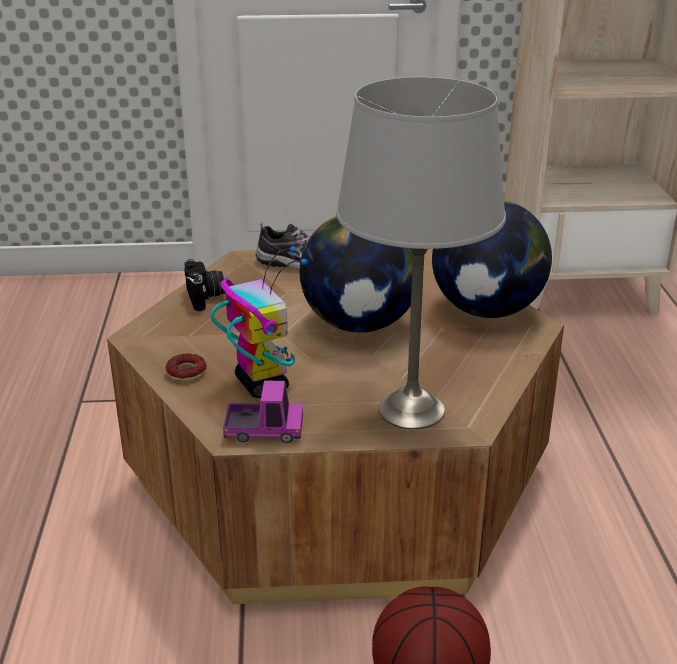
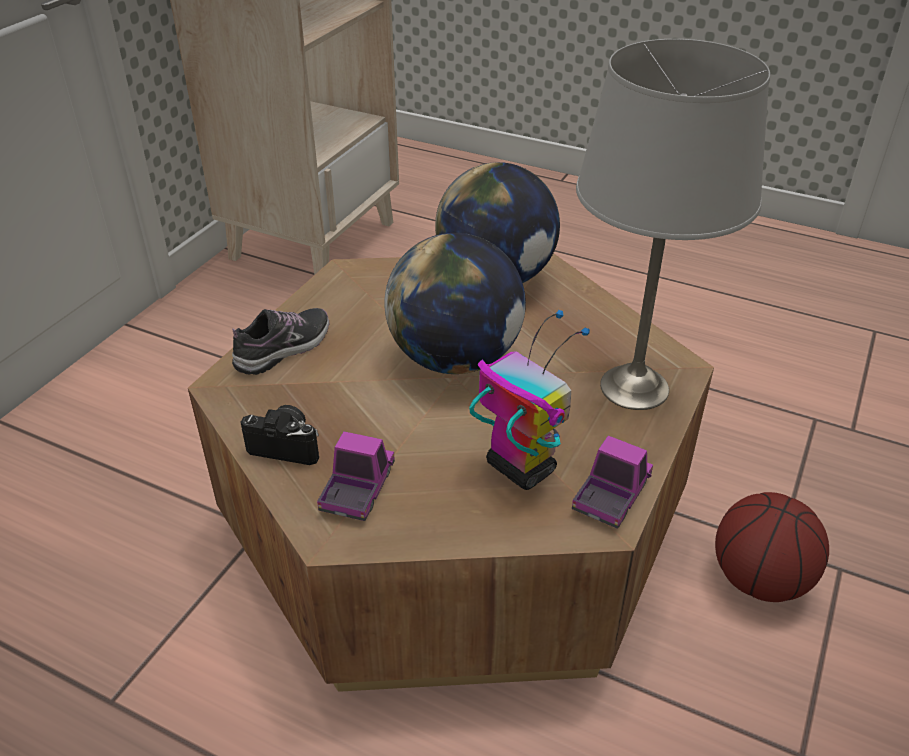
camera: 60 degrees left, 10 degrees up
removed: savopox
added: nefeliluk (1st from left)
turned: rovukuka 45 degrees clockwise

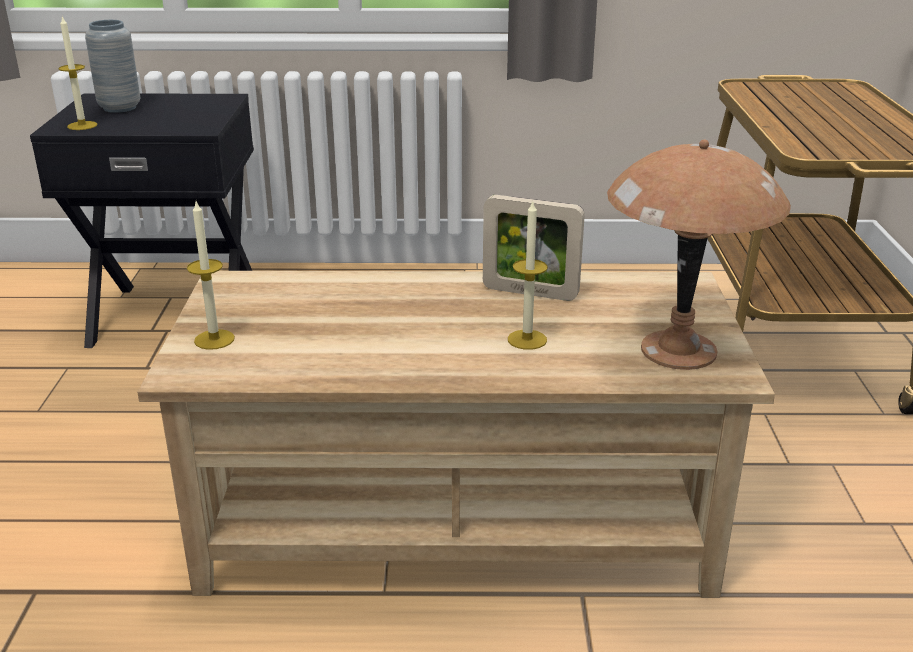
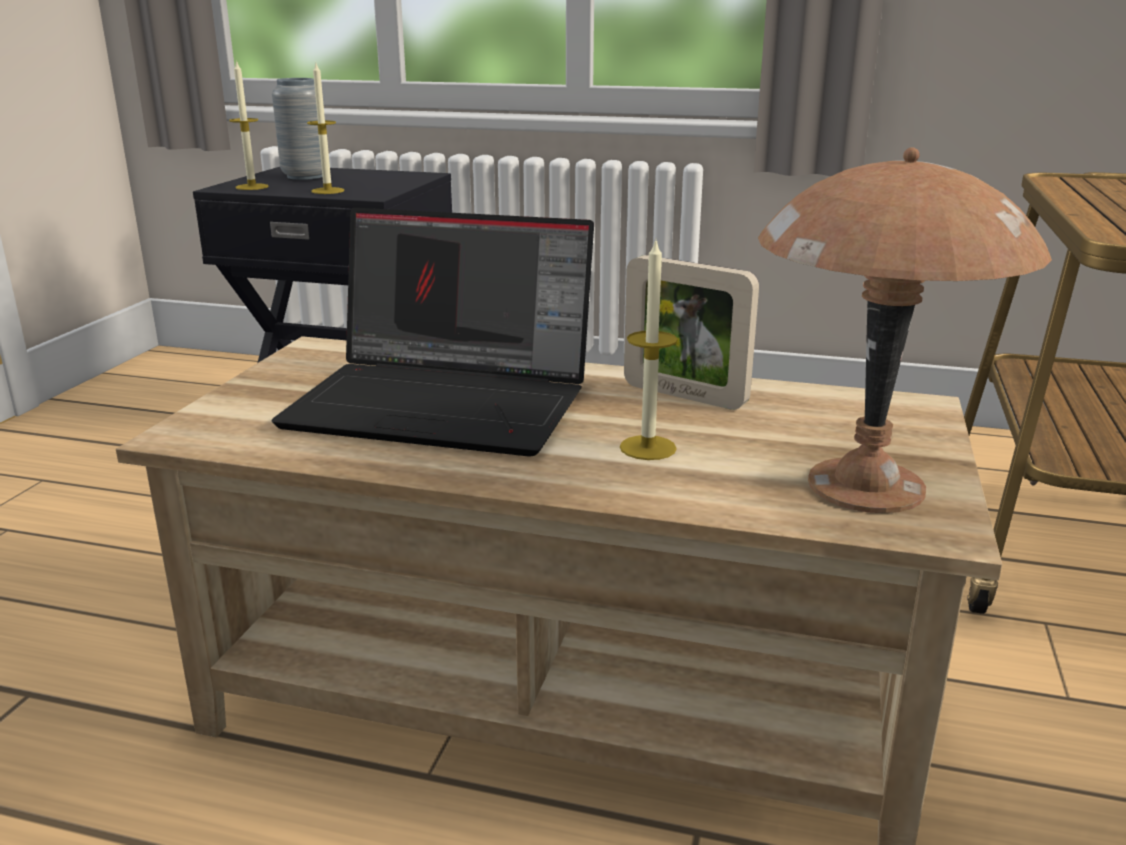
camera: 15 degrees right, 5 degrees down
added: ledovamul
moved: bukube (2nd from left)

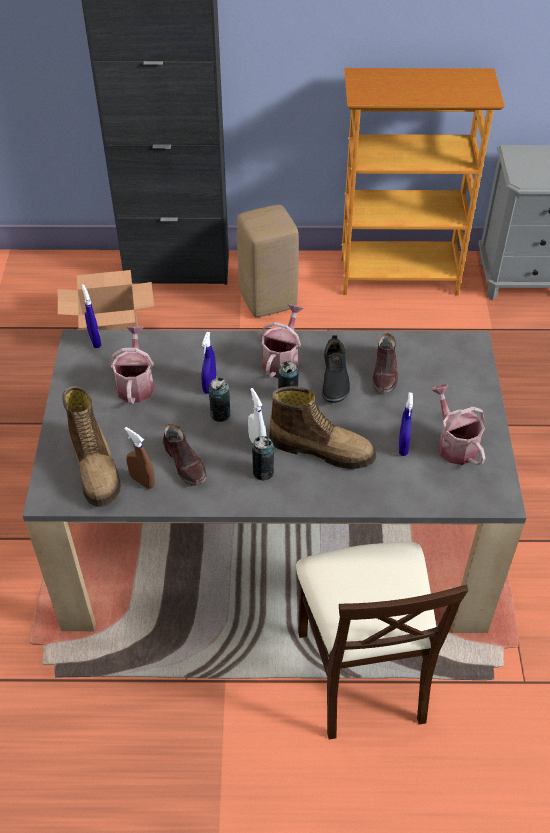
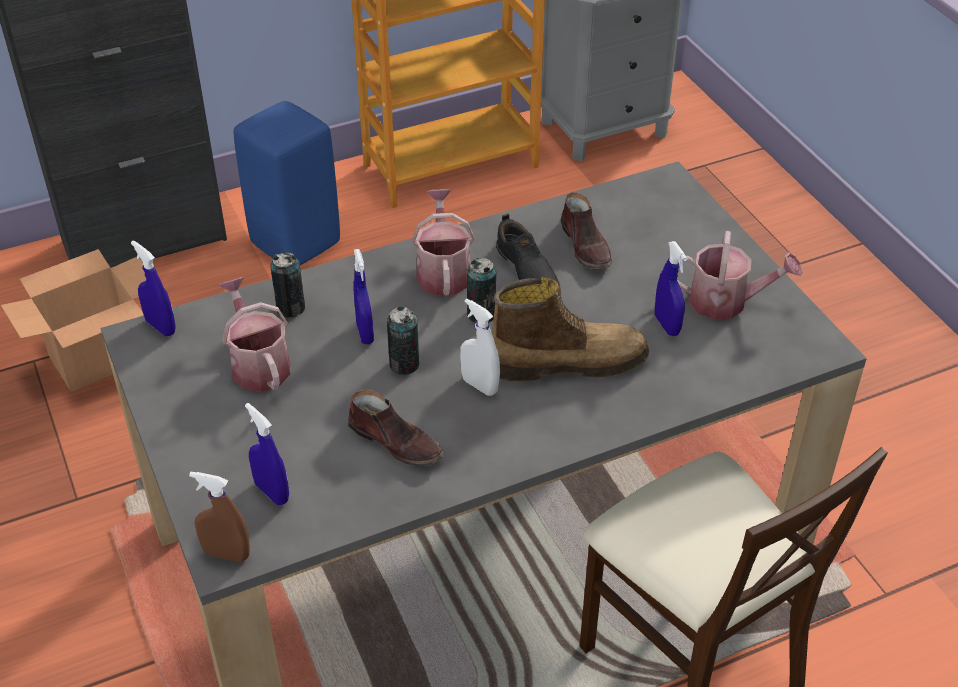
camera: 25 degrees left, 5 degrees down
moved: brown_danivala; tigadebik (2nd from left in the first image) to tigadebik (1st from left)
replaced: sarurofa (1st from left) to blue_danivala (2nd from left)
recoloured: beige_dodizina to blue_dodizina
turned: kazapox (3rd from left) 150 degrees clockwise

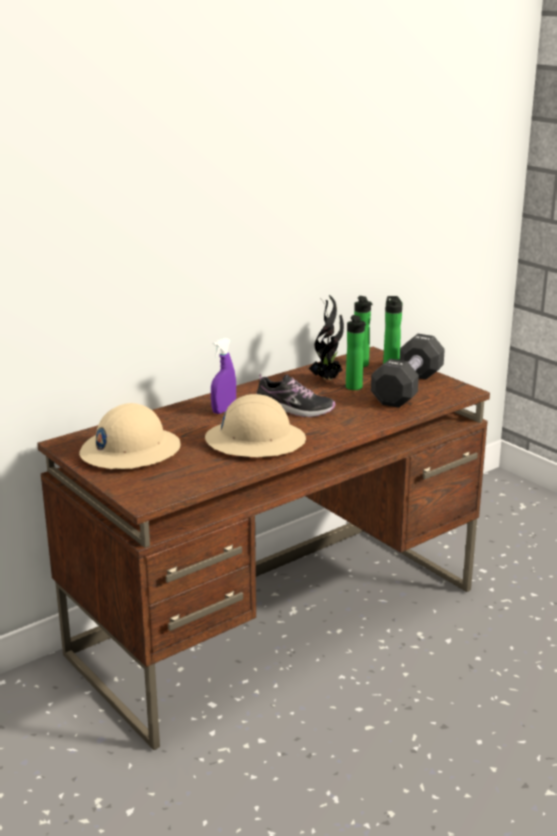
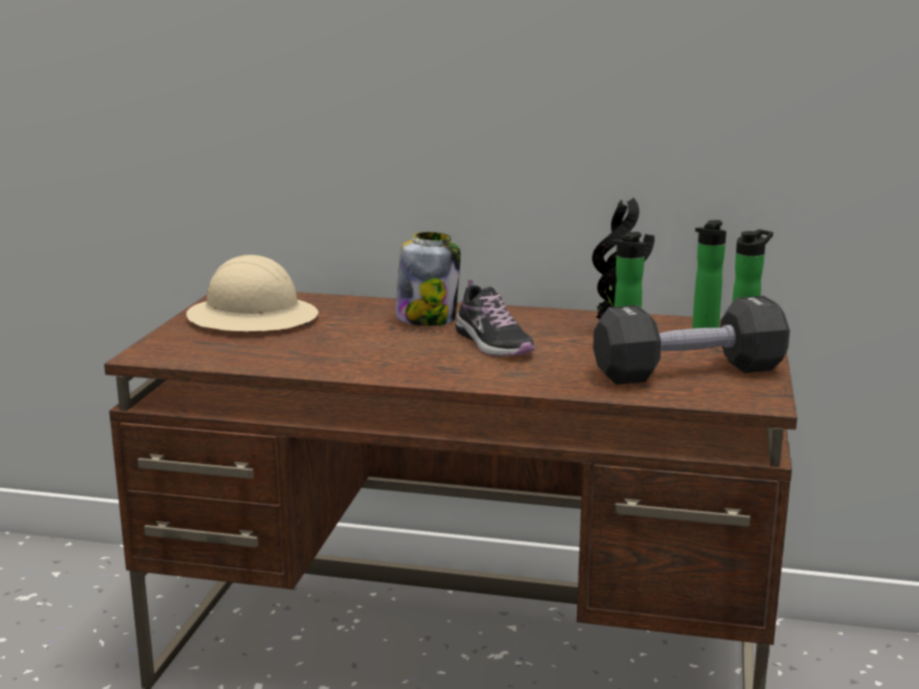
camera: 50 degrees right, 5 degrees down
removed: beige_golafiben (2nd from left)
replaced: purple_danivala to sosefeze

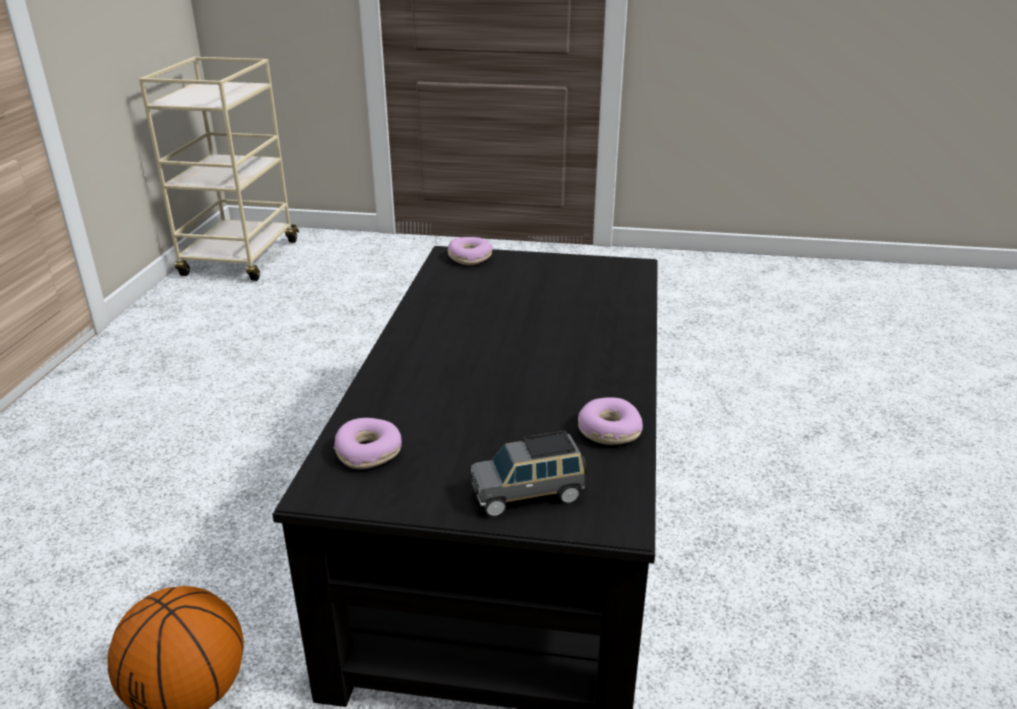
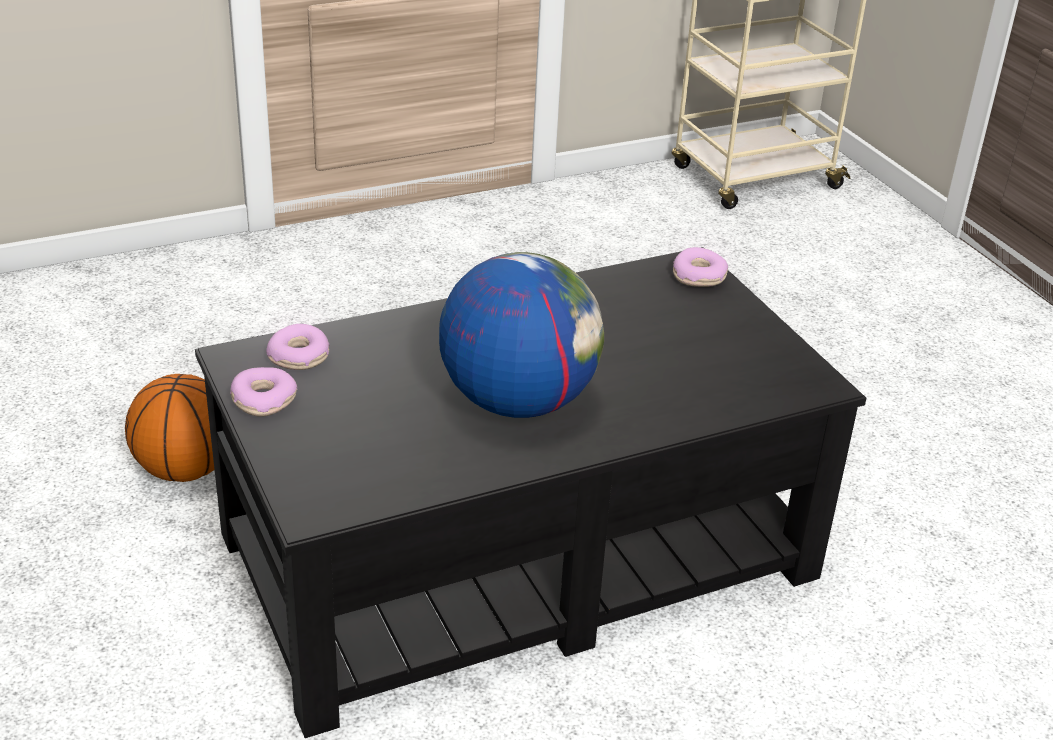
camera: 55 degrees right, 5 degrees up
removed: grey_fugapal
added: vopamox
moved: savopox (3rd from left in the first image) to savopox (1st from left)

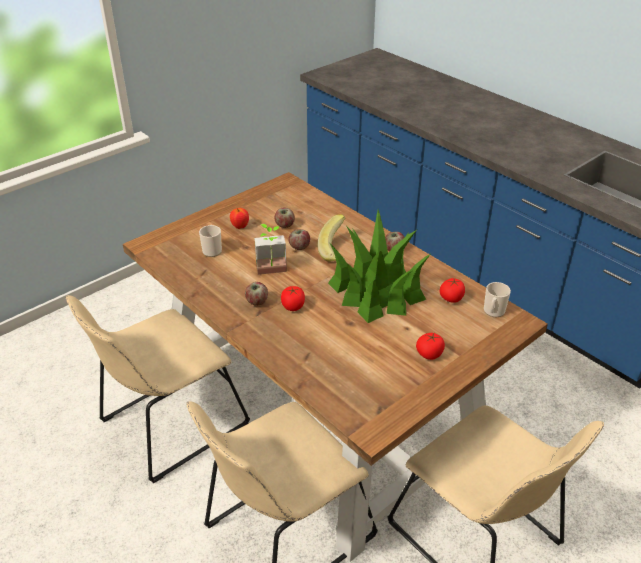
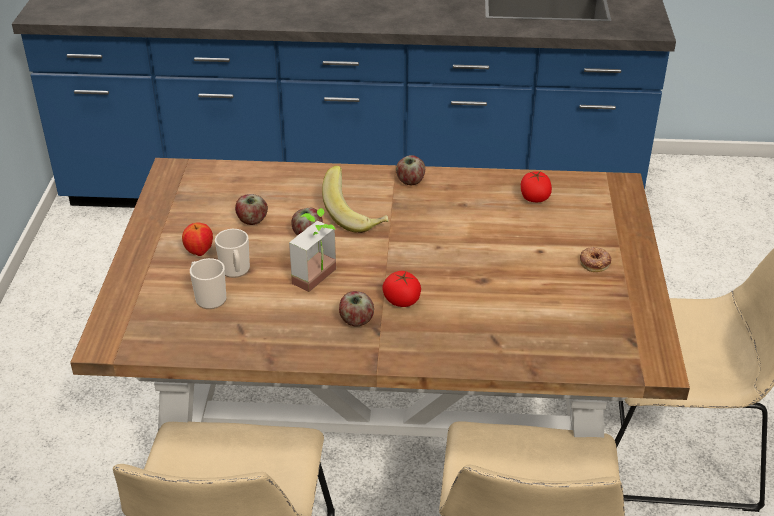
camera: 45 degrees left, 0 degrees up
removed: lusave (2nd from left)
moved: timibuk (2nd from left)
replaced: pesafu (2nd from left) to savopox

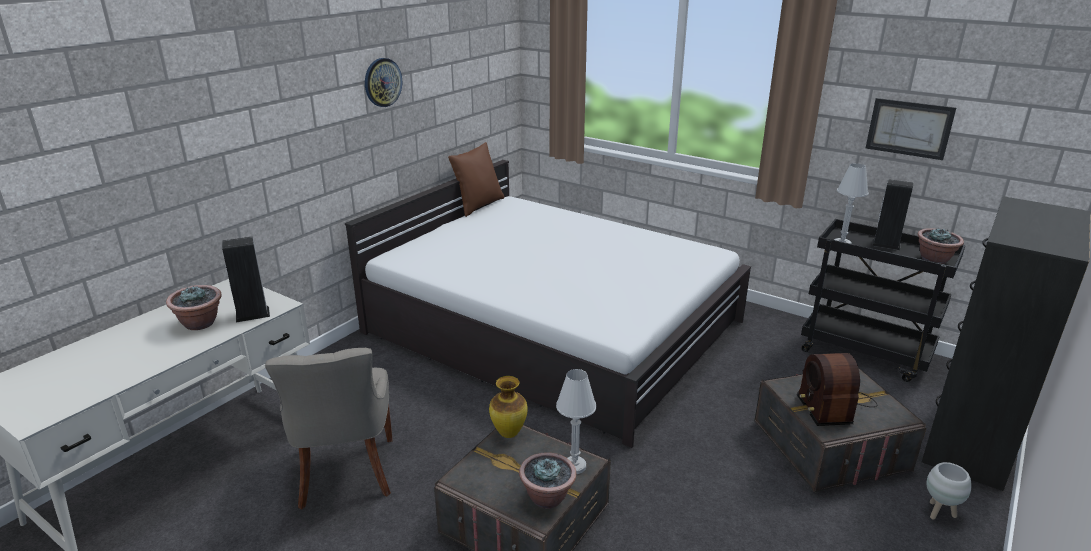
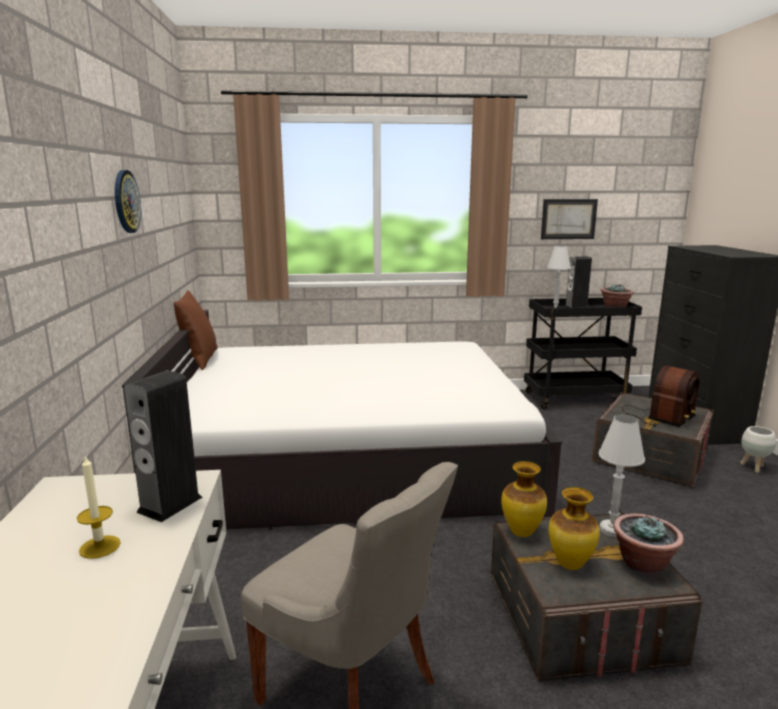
camera: 40 degrees left, 10 degrees down
added: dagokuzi (2nd from left)
replaced: lusave (1st from left) to bukube
turned: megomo 90 degrees counterclockwise

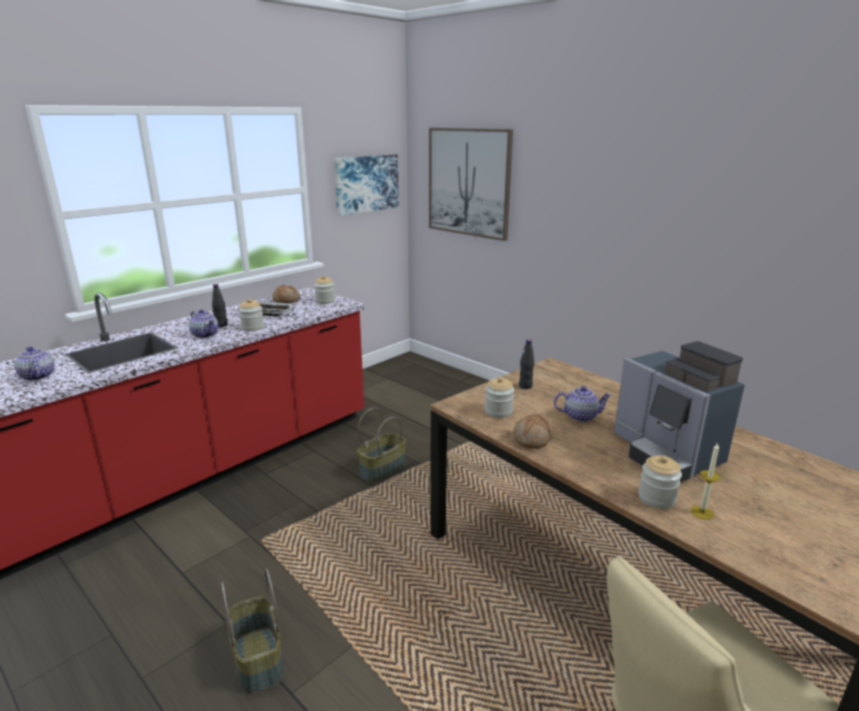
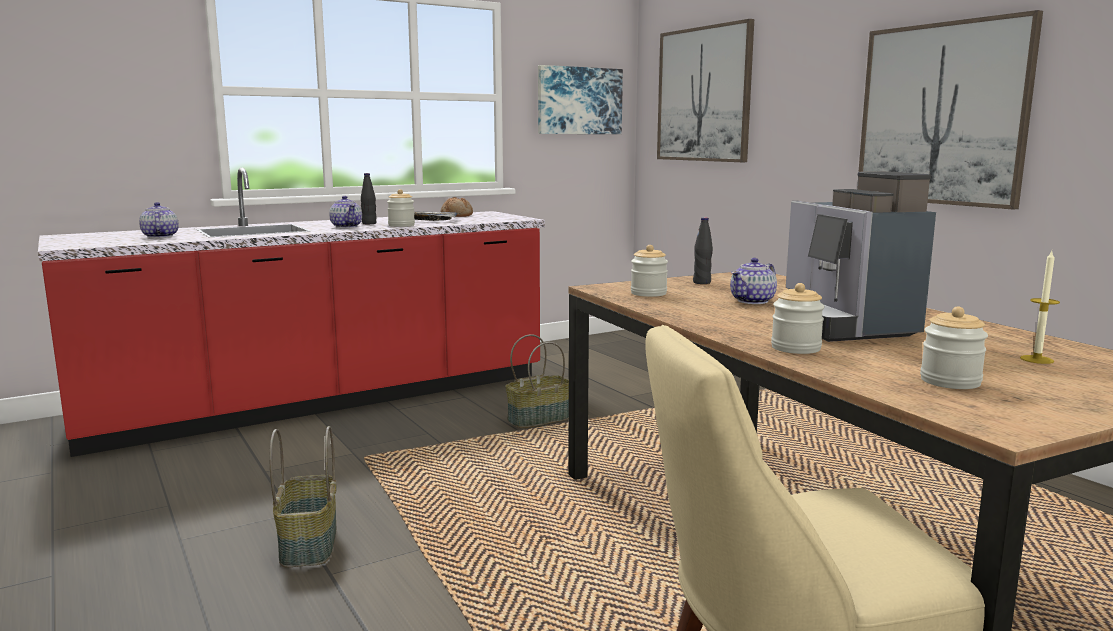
camera: 15 degrees right, 10 degrees down
removed: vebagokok (2nd from left)
added: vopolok (3rd from left)
moved: sosefeze (2nd from left in the first image) to sosefeze (4th from left); bukube
turned: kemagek (3rd from left) 120 degrees clockwise

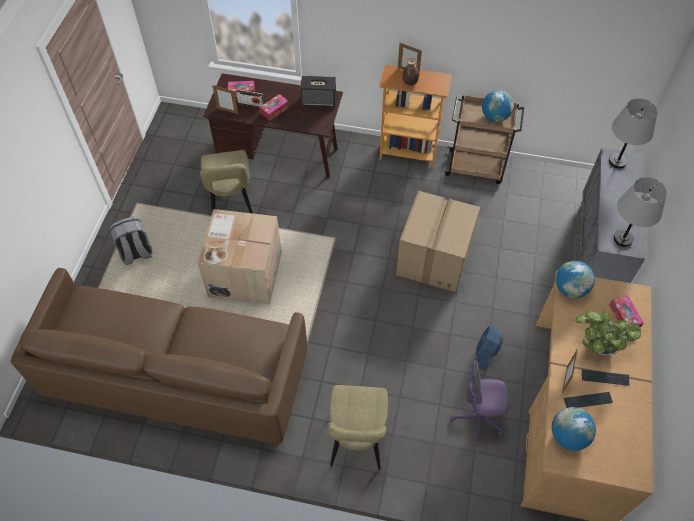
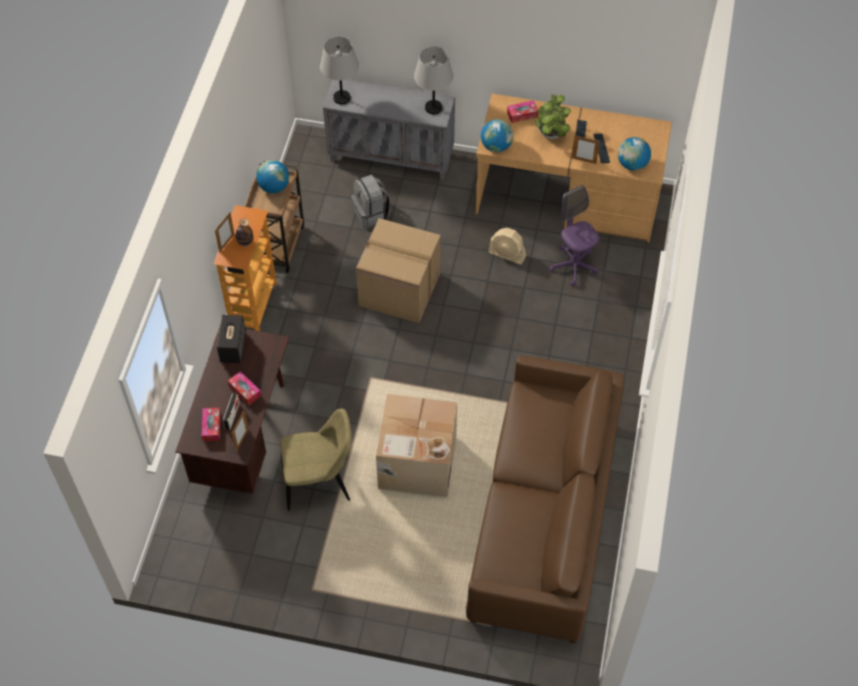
camera: 90 degrees left, 0 degrees up
removed: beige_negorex (2nd from left)
moved: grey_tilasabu
recoloured: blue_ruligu to beige_ruligu
turned: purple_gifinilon 150 degrees clockwise

